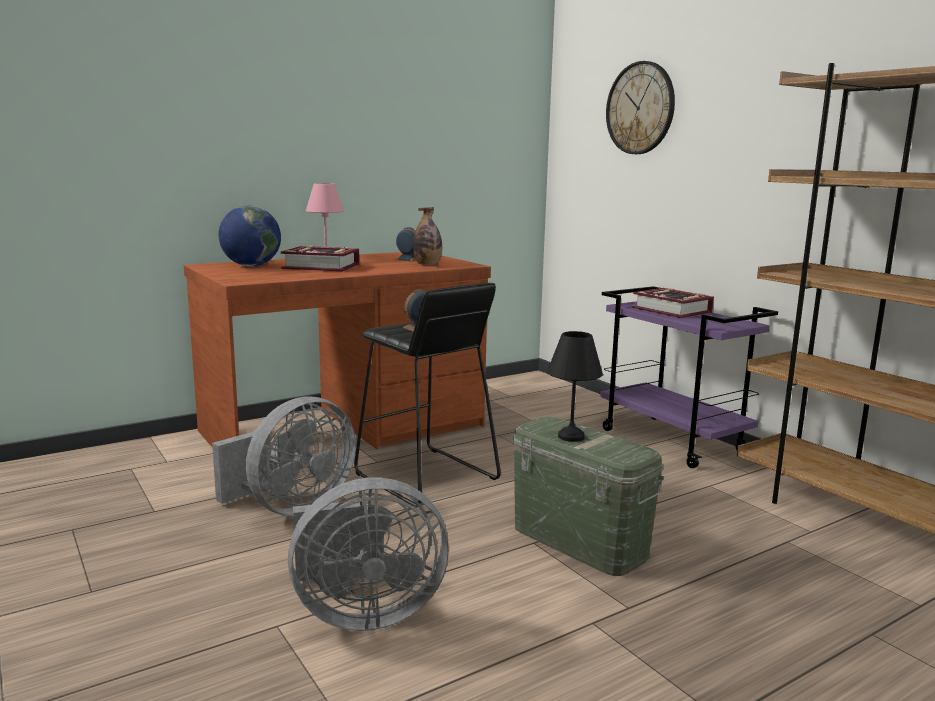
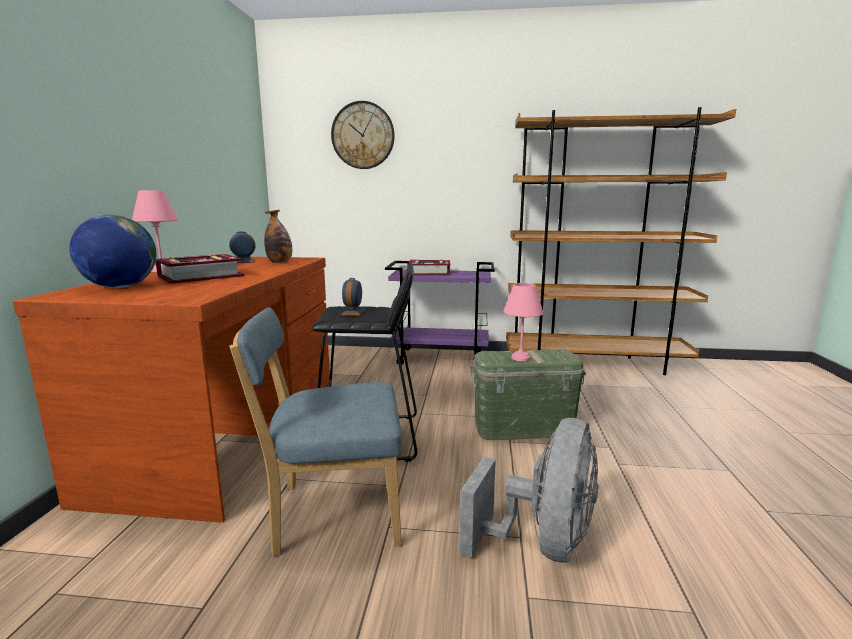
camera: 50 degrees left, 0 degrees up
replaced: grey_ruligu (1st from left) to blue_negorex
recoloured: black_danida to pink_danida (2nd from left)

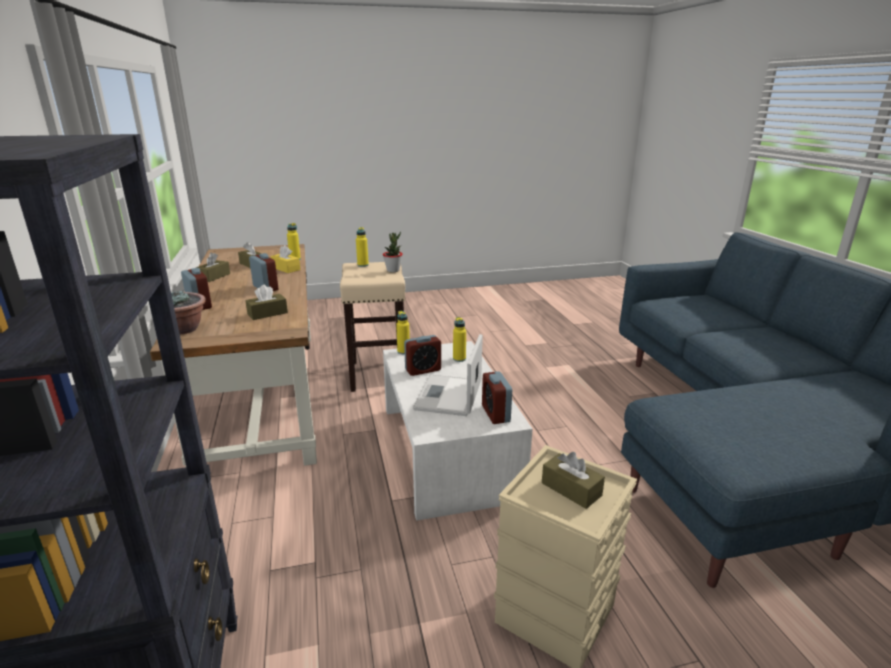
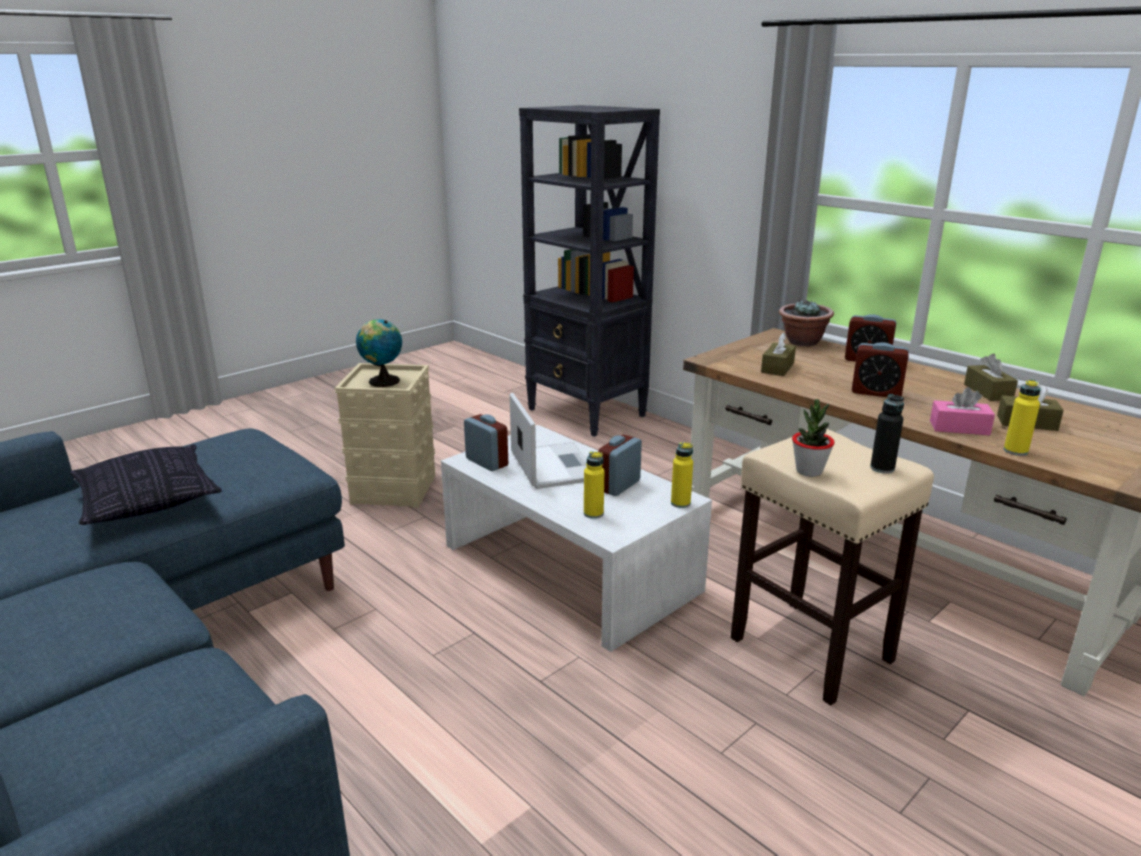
camera: 150 degrees right, 0 degrees up
added: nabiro
replaced: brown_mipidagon (4th from left) to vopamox
recoloured: yellow_mipidagon to pink_mipidagon; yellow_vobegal (2nd from left) to black_vobegal

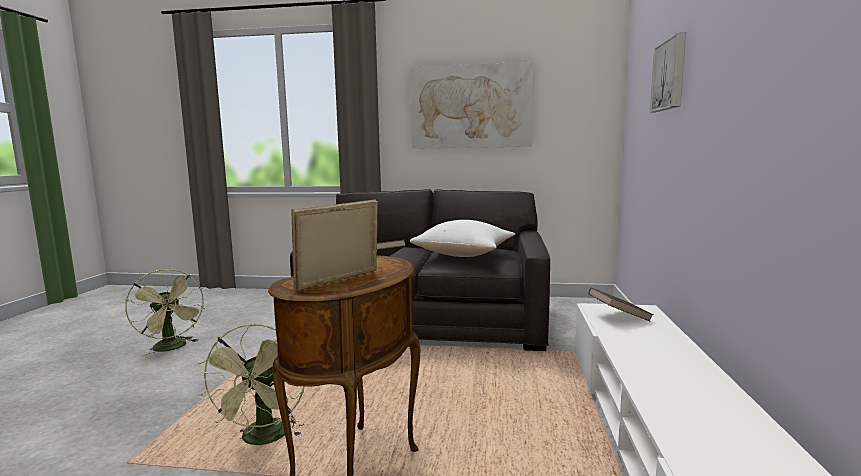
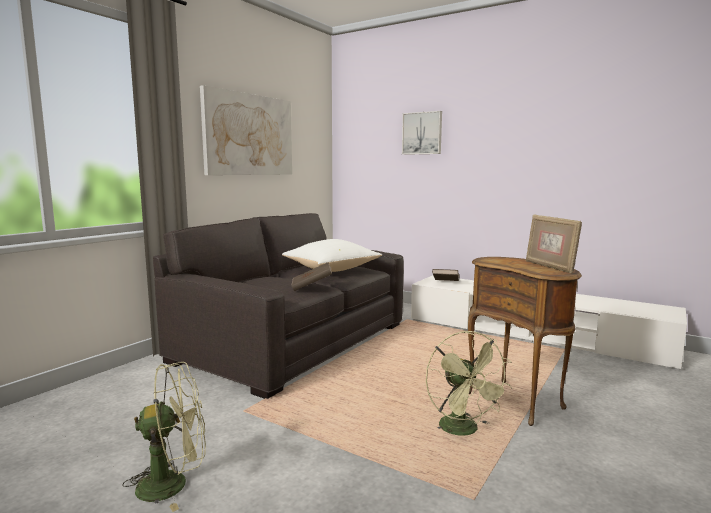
camera: 65 degrees left, 0 degrees up
turned: green_ruligu (2nd from left) 45 degrees clockwise

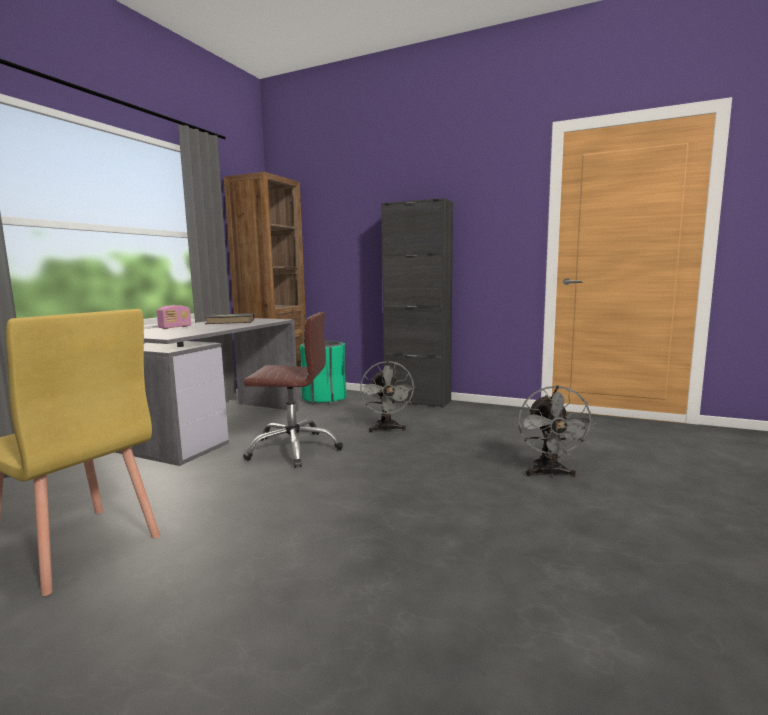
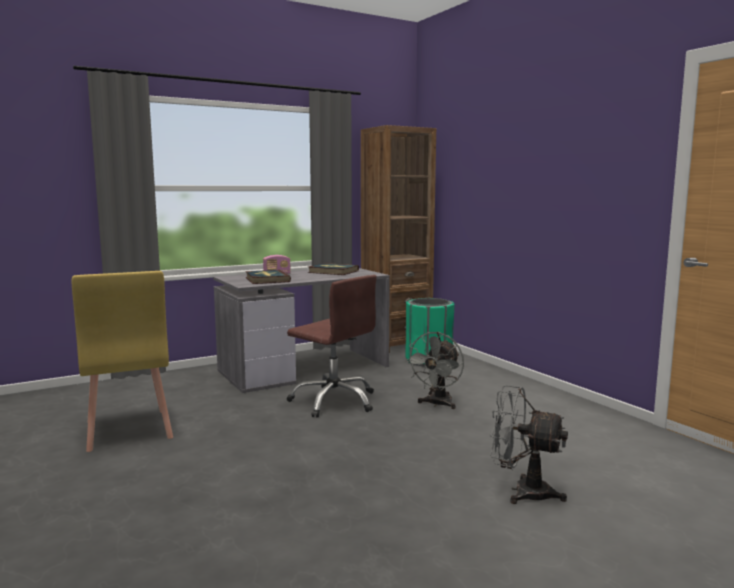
camera: 35 degrees right, 0 degrees up
removed: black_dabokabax
added: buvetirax (1st from left)
turned: grey_ruligu (2nd from left) 75 degrees clockwise

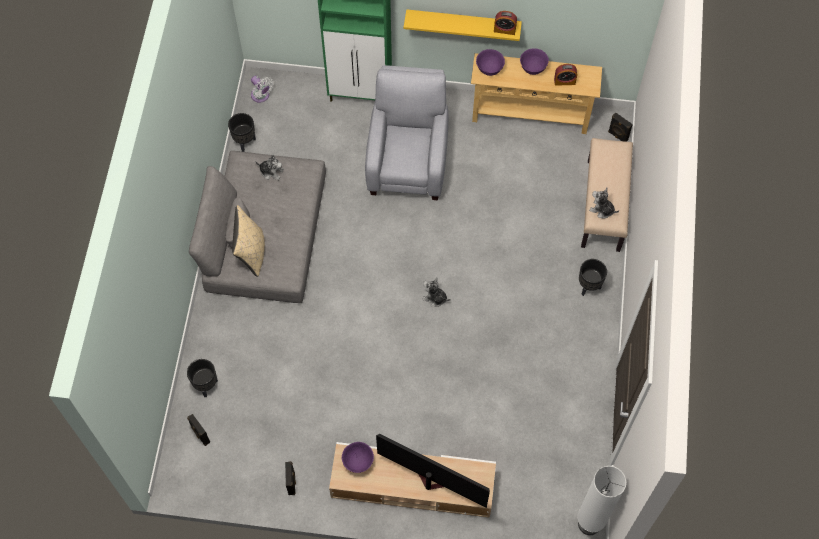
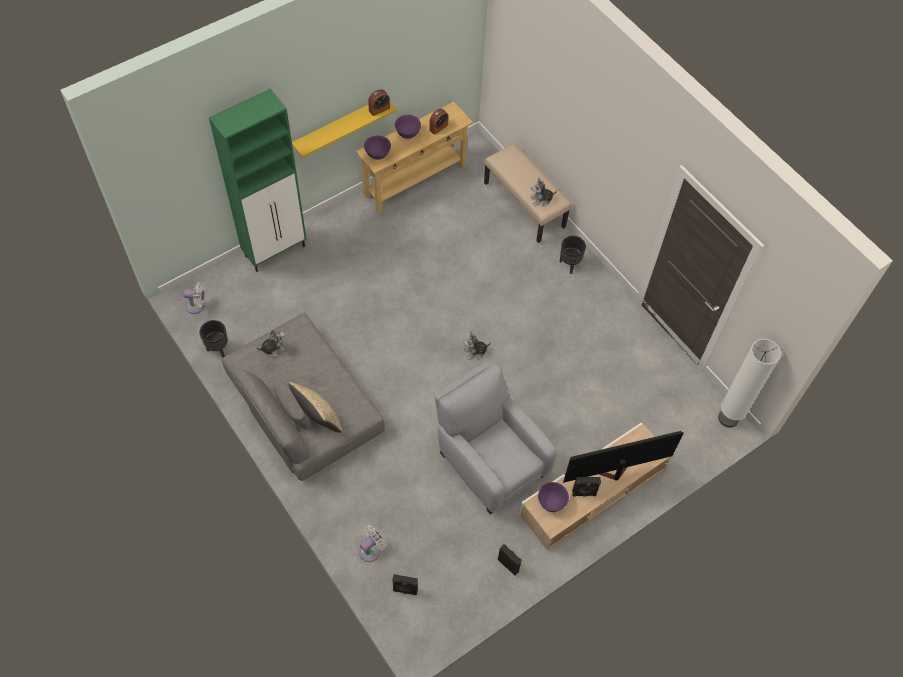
camera: 45 degrees left, 5 degrees down
moved: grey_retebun; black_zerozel (3rd from left)
replaced: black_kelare (1st from left) to white_ruligu (2nd from left)

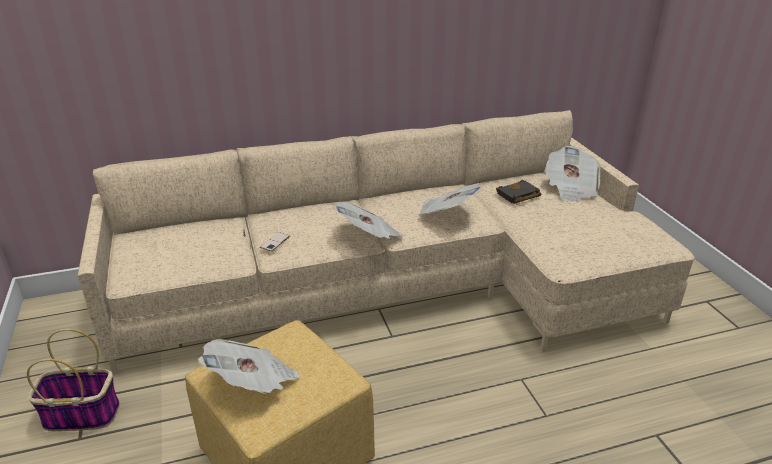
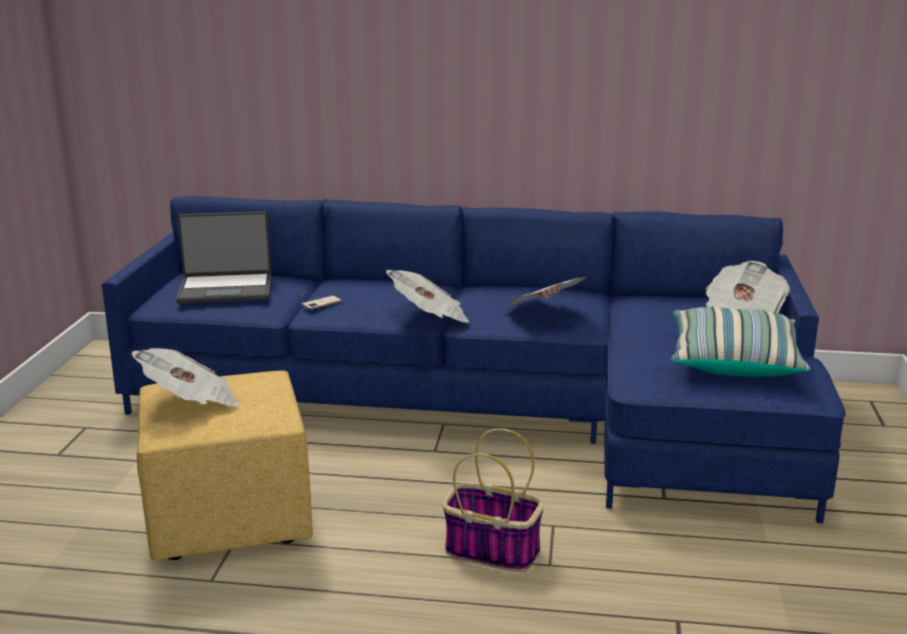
camera: 25 degrees right, 10 degrees down
removed: black_buvetirax
added: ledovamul; nabiro
moved: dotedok
recoloured: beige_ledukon to blue_ledukon

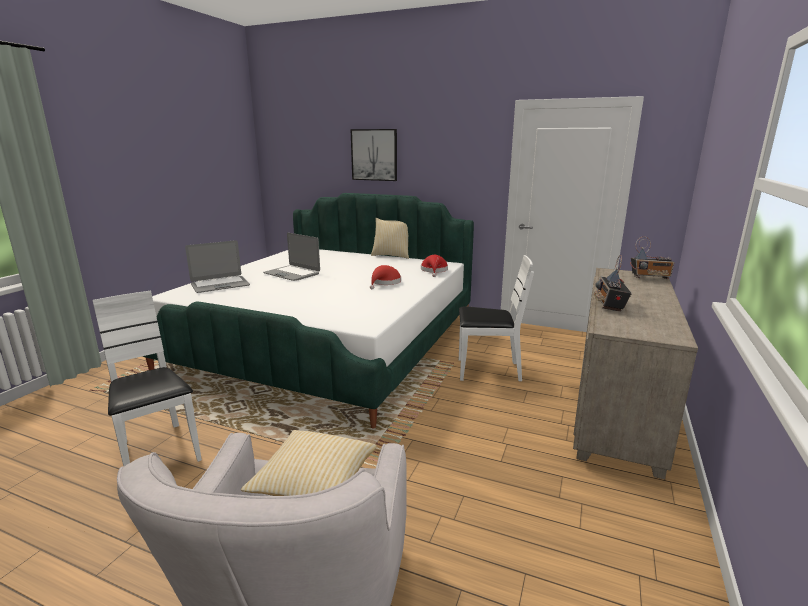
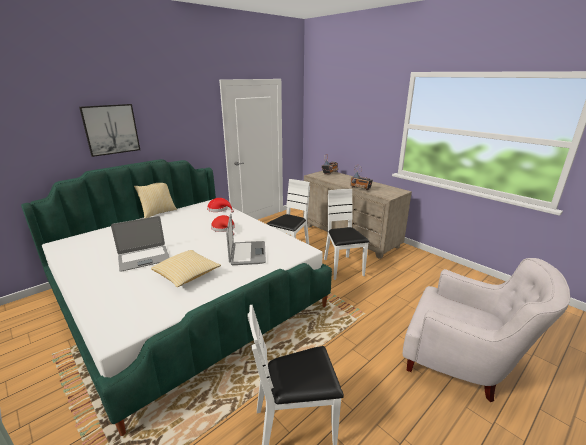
camera: 65 degrees left, 5 degrees up
added: white_negorex (3rd from left)
moved: ledovamul (1st from left in the first image) to ledovamul (2nd from left); nabiro (1st from left in the first image) to nabiro (2nd from left)

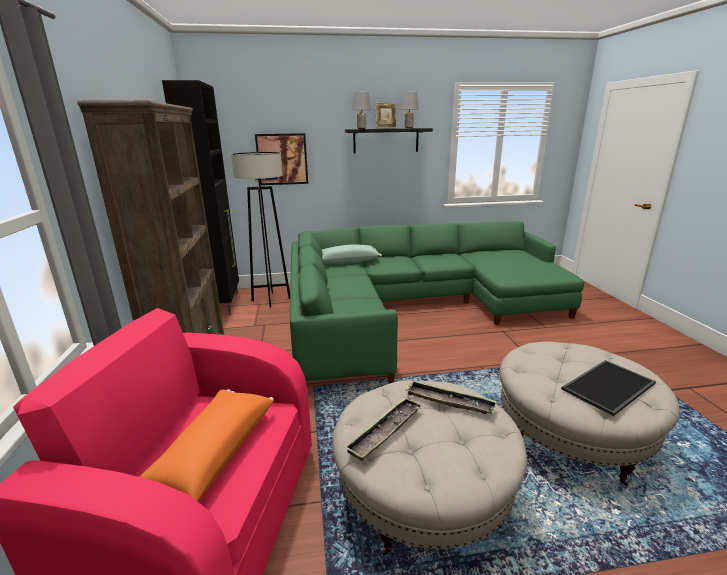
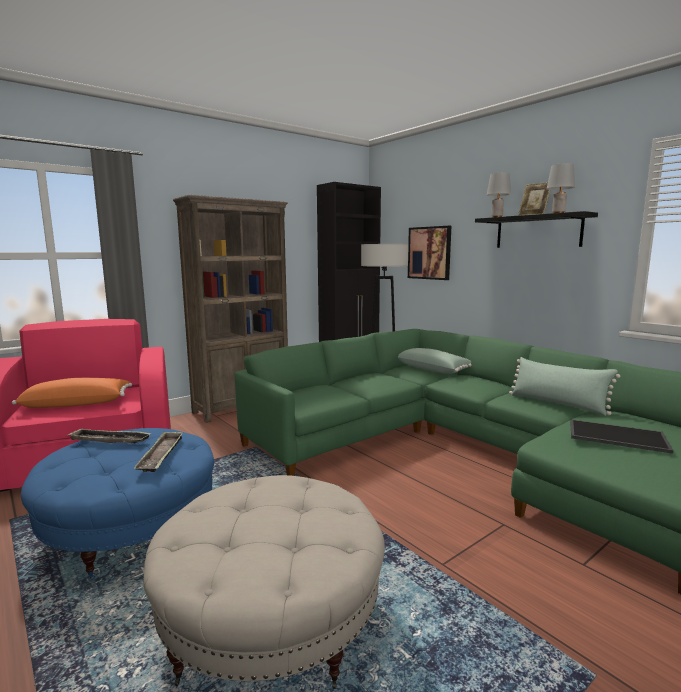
camera: 60 degrees right, 10 degrees down
added: green_nabiro (2nd from left)
moved: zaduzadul (3rd from left)
recoloured: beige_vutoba (1st from left) to blue_vutoba

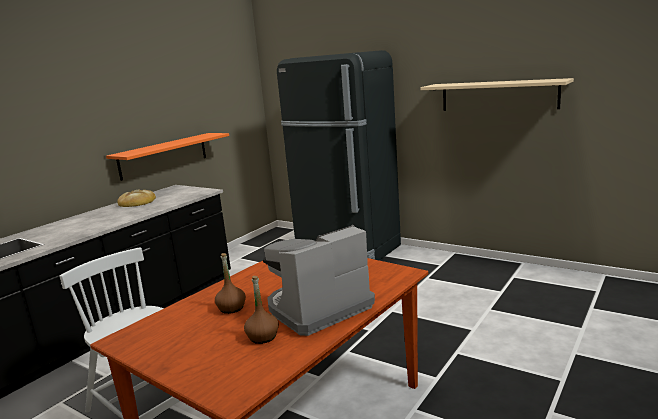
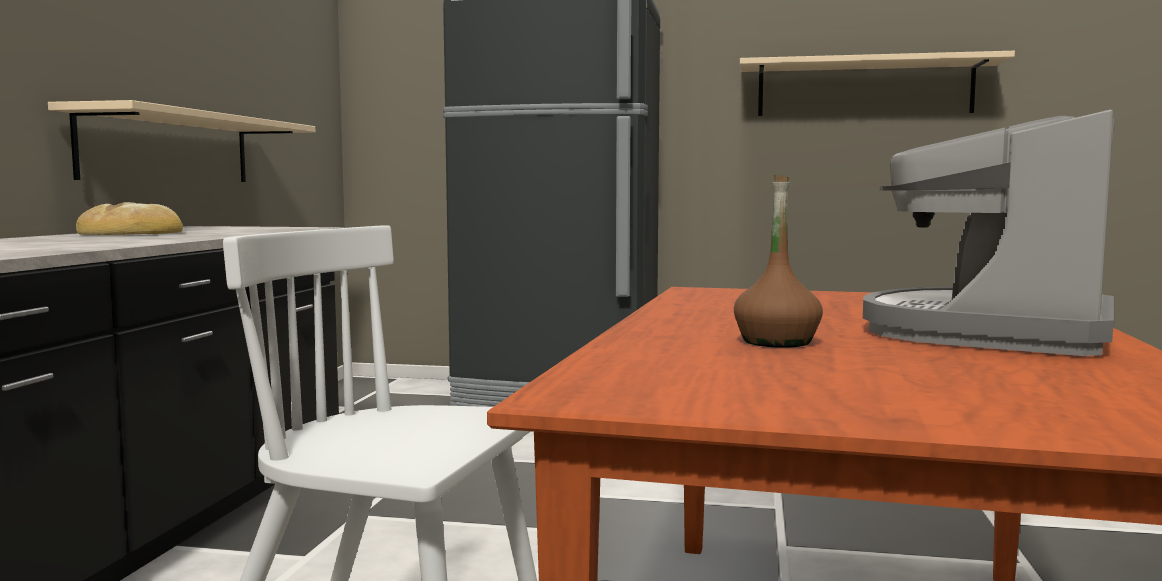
camera: 25 degrees left, 10 degrees down
removed: brown_vobegal (2nd from left)
recoloured: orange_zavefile to beige_zavefile (1st from left)

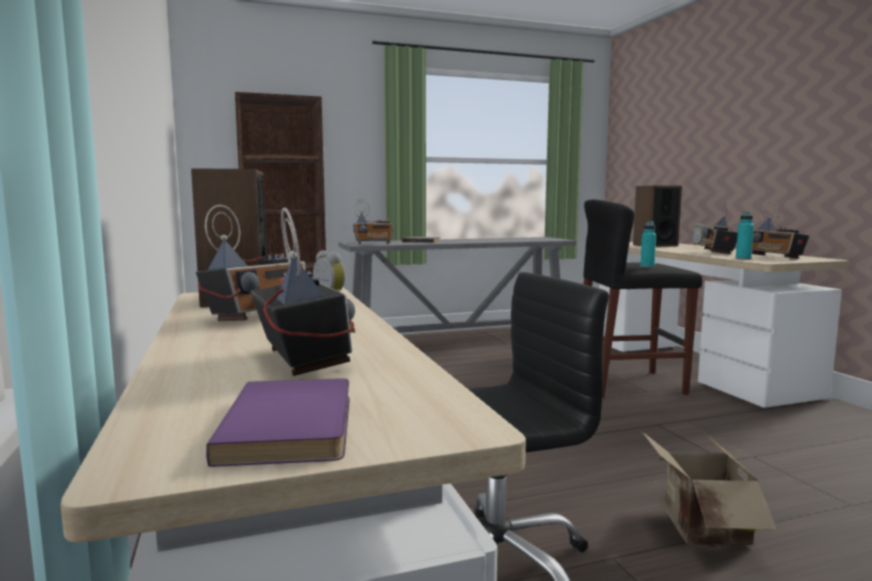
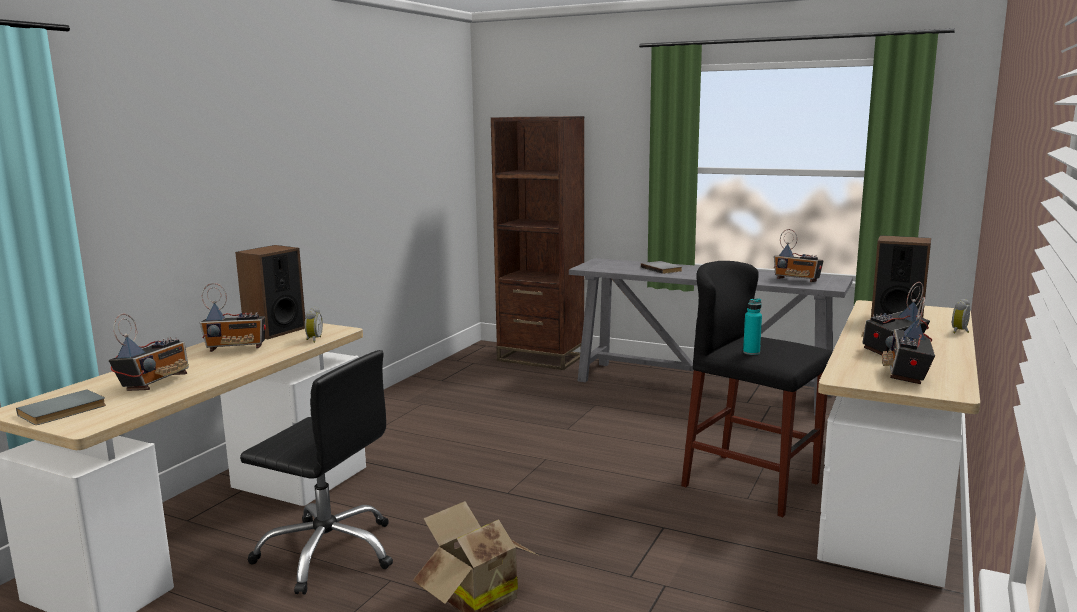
camera: 45 degrees right, 5 degrees up
removed: turquoise_vobegal (2nd from left)
moved: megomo (3rd from left)
recoloured: purple_buvetirax to grey_buvetirax (1st from left)

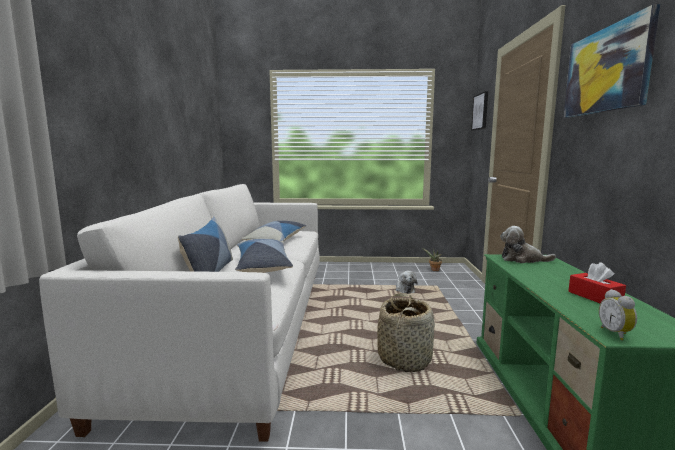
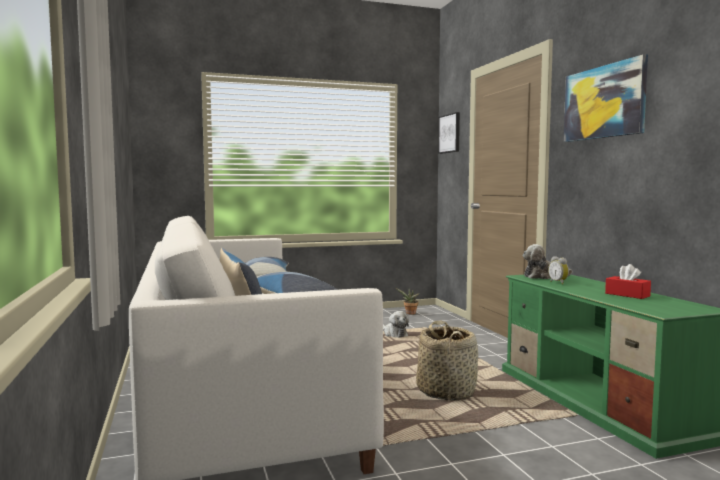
camera: 20 degrees left, 5 degrees down
moved: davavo

